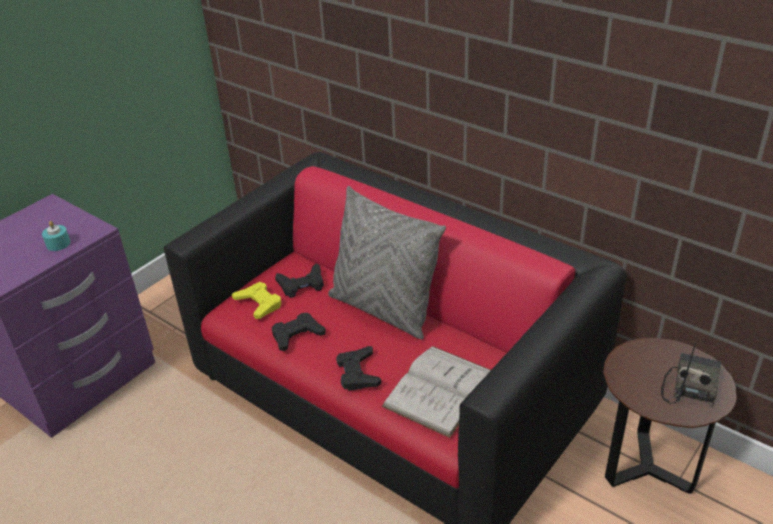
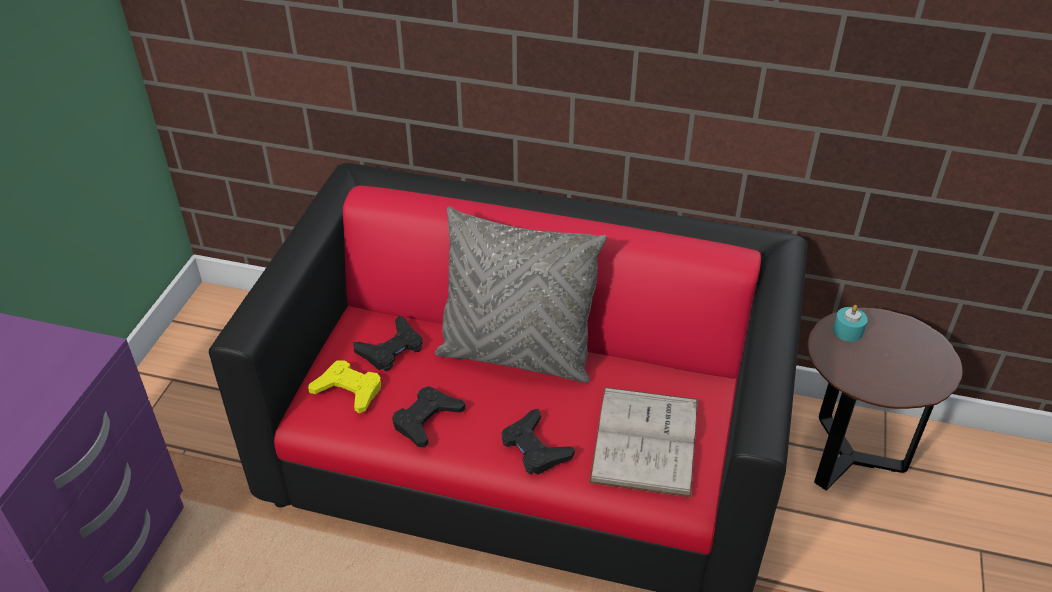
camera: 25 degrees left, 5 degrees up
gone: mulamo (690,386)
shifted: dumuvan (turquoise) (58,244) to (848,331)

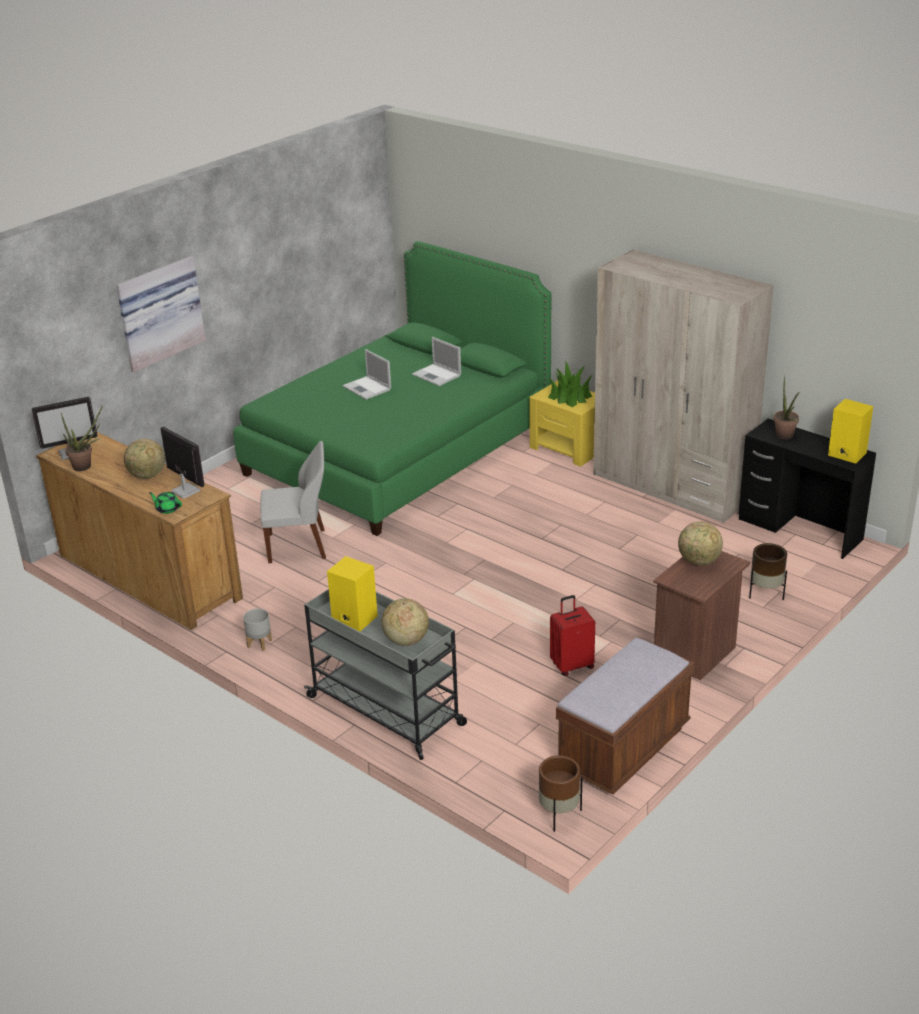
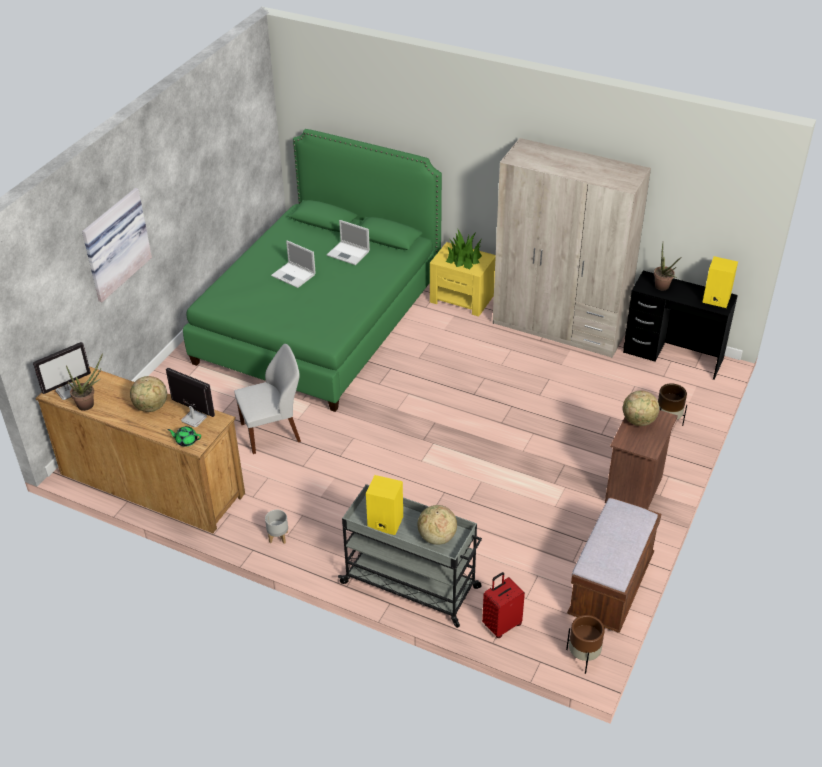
camera: 15 degrees left, 10 degrees up
shifted: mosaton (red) (572,665) to (501,624)

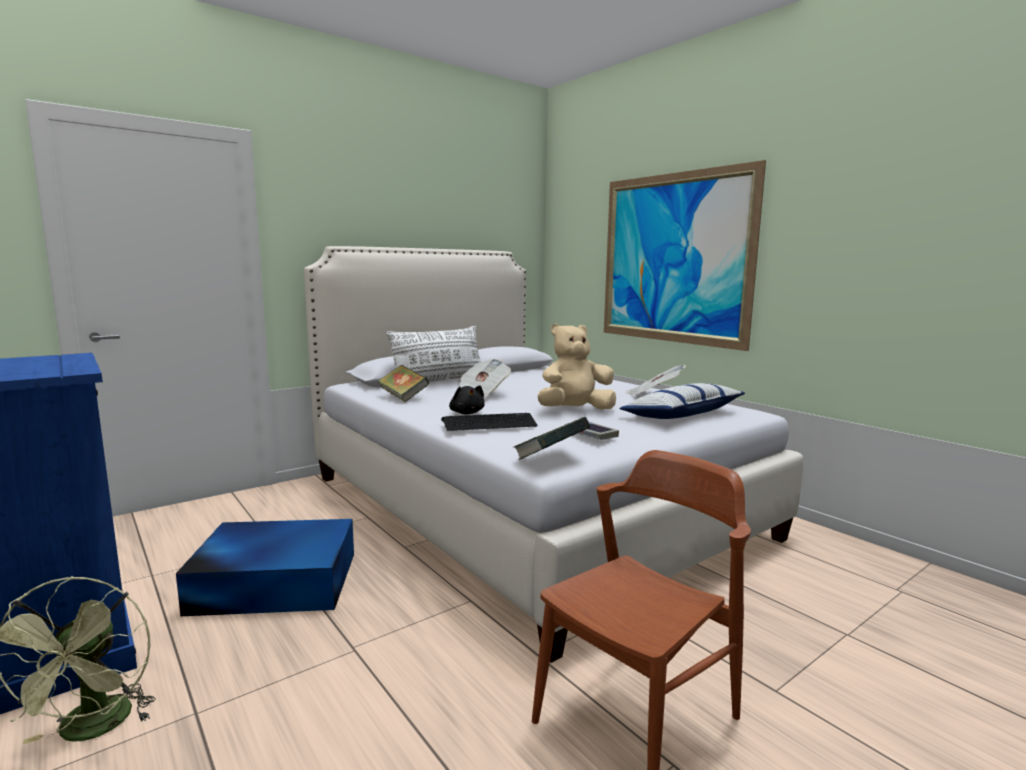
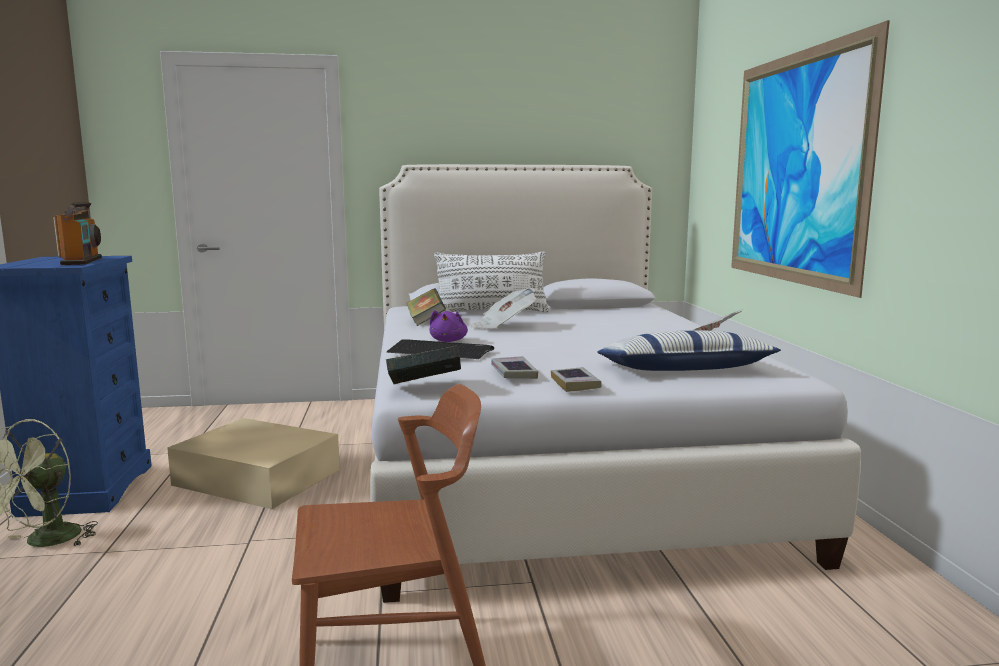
camera: 30 degrees right, 0 degrees up
gone: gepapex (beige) (574,410)
new: mulamo (82,261); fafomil (575,384)
repainted: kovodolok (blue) (273,582) to kovodolok (beige) (256,477); gepapex (black) (467,413) to gepapex (purple) (448,341)

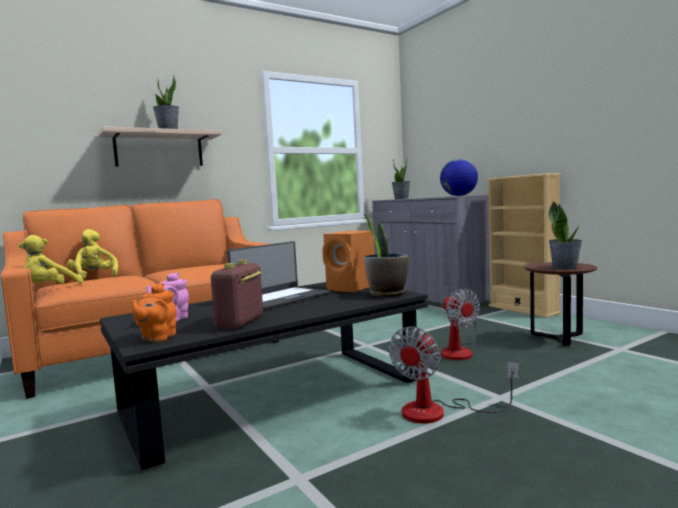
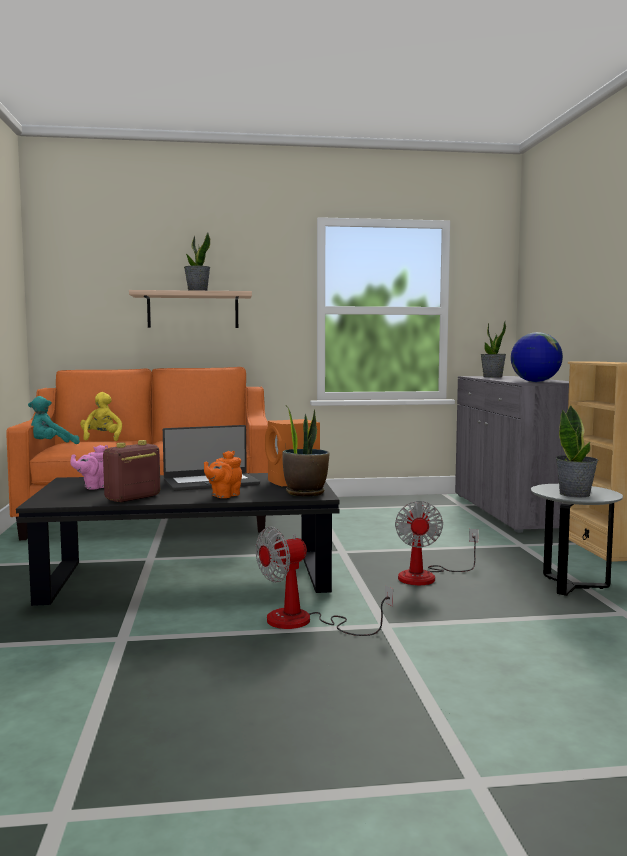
camera: 25 degrees right, 0 degrees up
shifted: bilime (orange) (157,338) to (224,495)
repainted: gepapex (yellow) (49,288) to gepapex (turquoise) (51,445); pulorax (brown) (559,338) to pulorax (grey) (571,586)

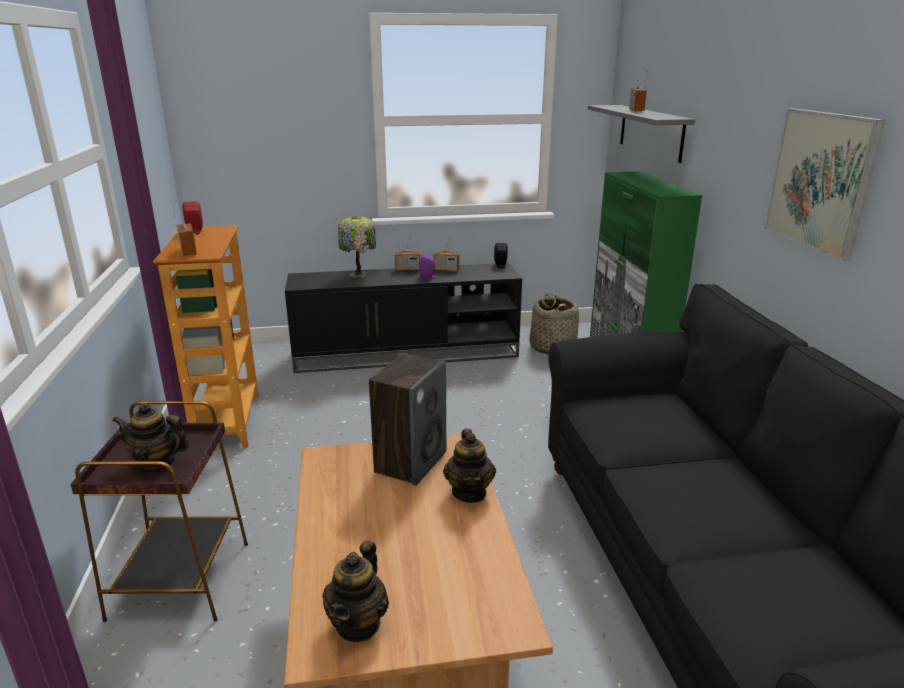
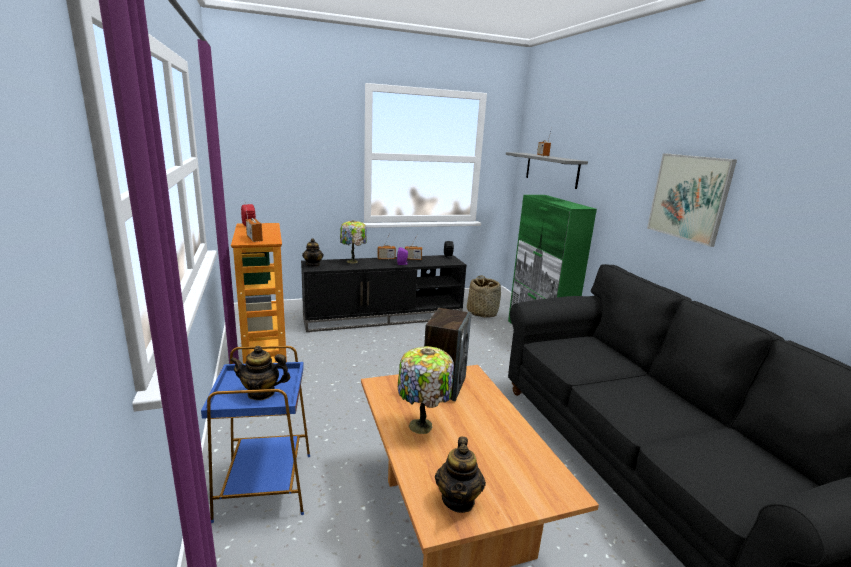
camera: 10 degrees left, 5 degrees down
new: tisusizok (422,427)
shifted: bilime (469,492) to (313,264)
repainted: pulorax (brown) (179,581) to pulorax (blue) (264,487)

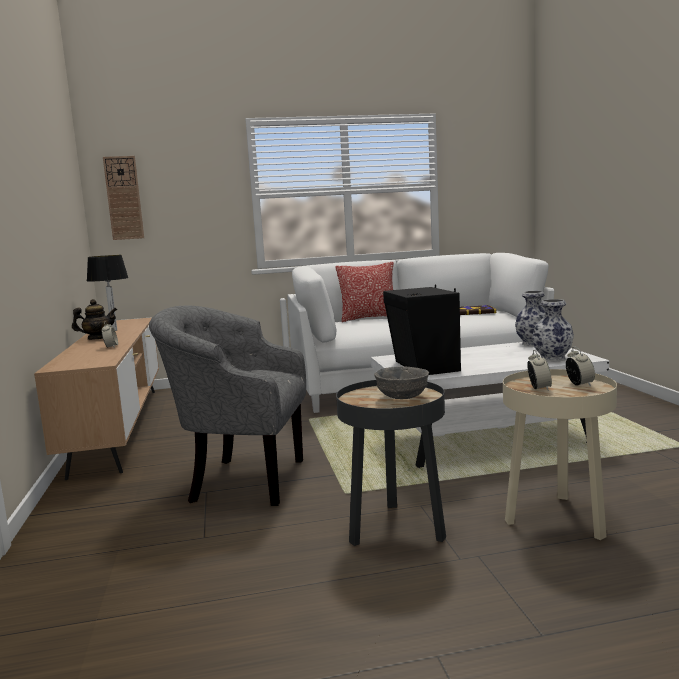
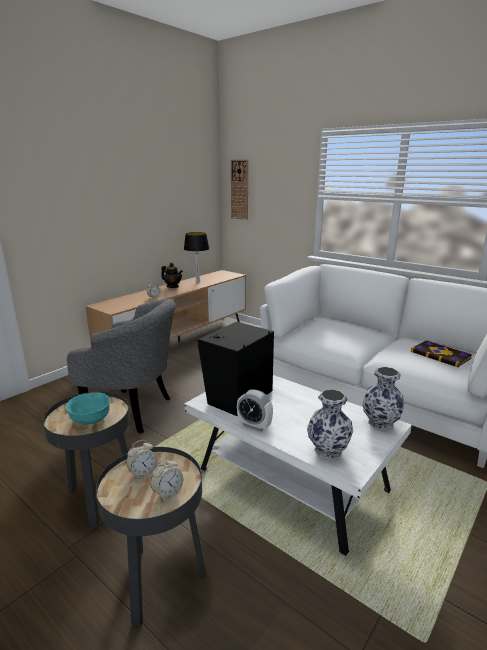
camera: 50 degrees right, 10 degrees up
gone: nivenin (369,318)
new: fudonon (254,425)
repainted: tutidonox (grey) (401,397) to tutidonox (turquoise) (90,419); pulorax (beige) (556,518) to pulorax (black) (159,580)
rotated: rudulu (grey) (241,480) = (135,411) 135 degrees clockwise

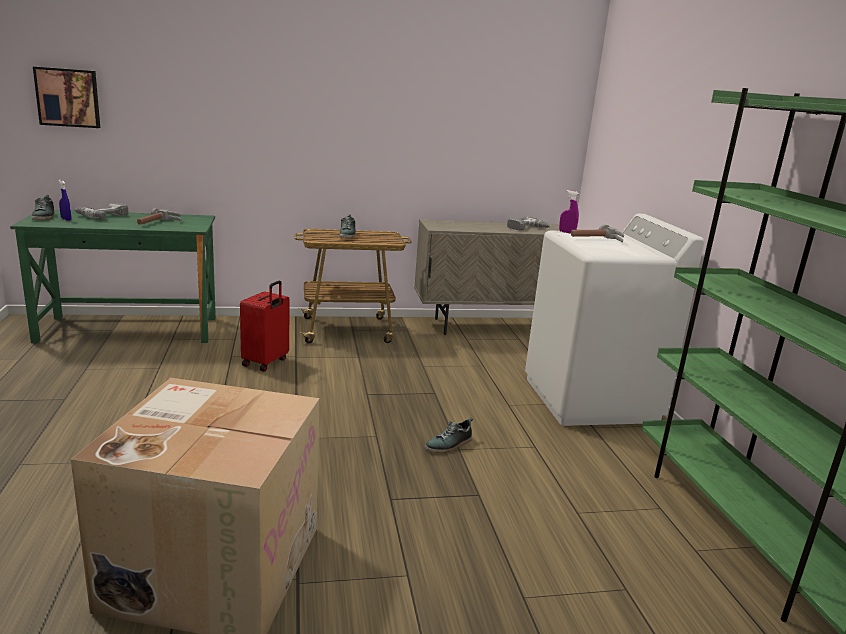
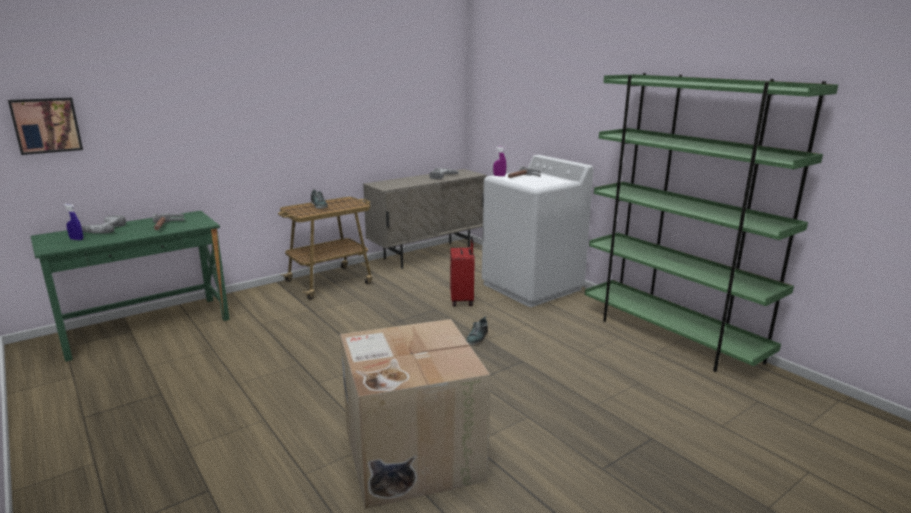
camera: 25 degrees left, 0 degrees up
gone: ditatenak (44,216)
shifted: mosaton (red) (266,362) to (462,300)

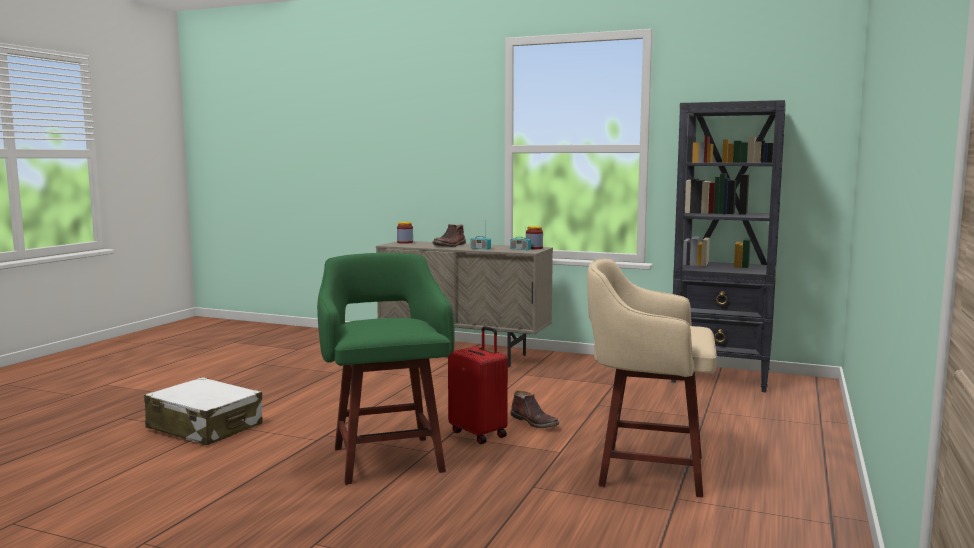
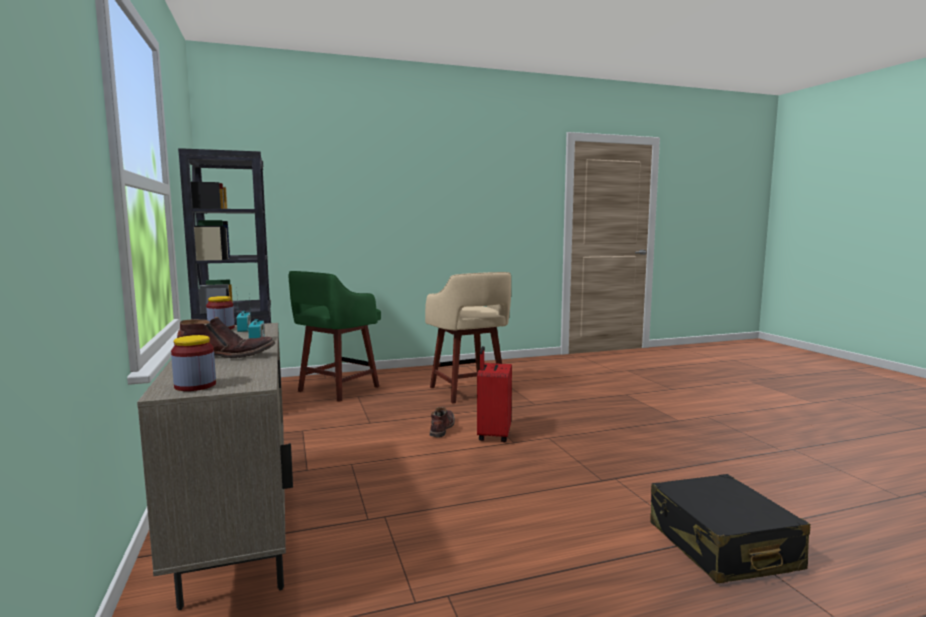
camera: 130 degrees left, 0 degrees up
shifted: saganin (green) (387,457) to (336,390)
repainted: mosaton (white) (205,427) to mosaton (black) (721,546)

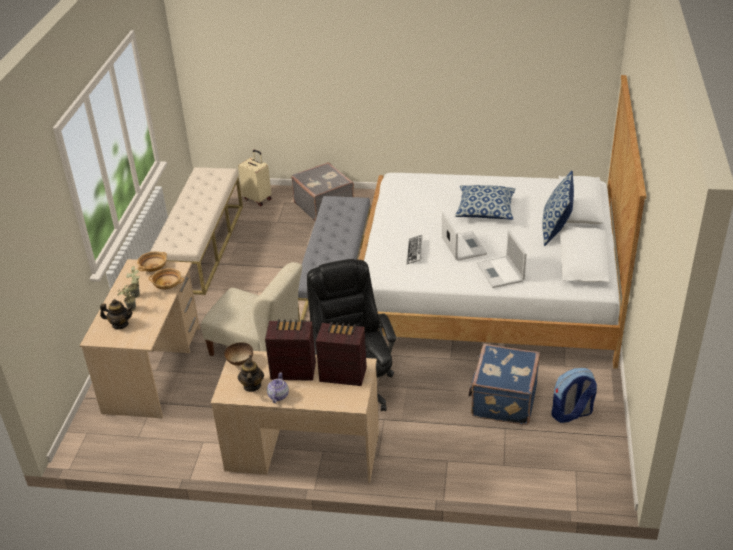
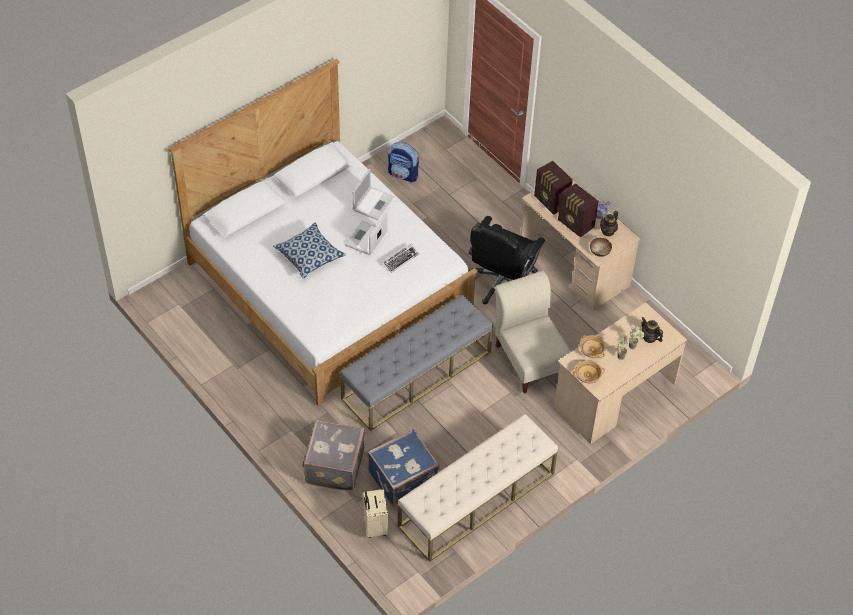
camera: 140 degrees left, 15 degrees up
gone: nivenin (555,230)
shifted: mosaton (blue) (502,400) to (404,479)

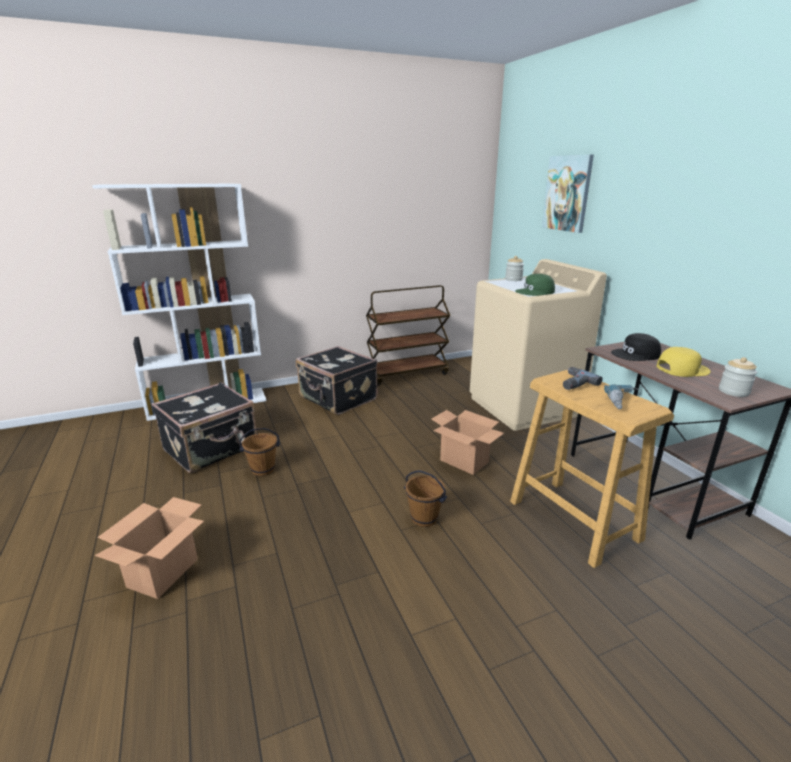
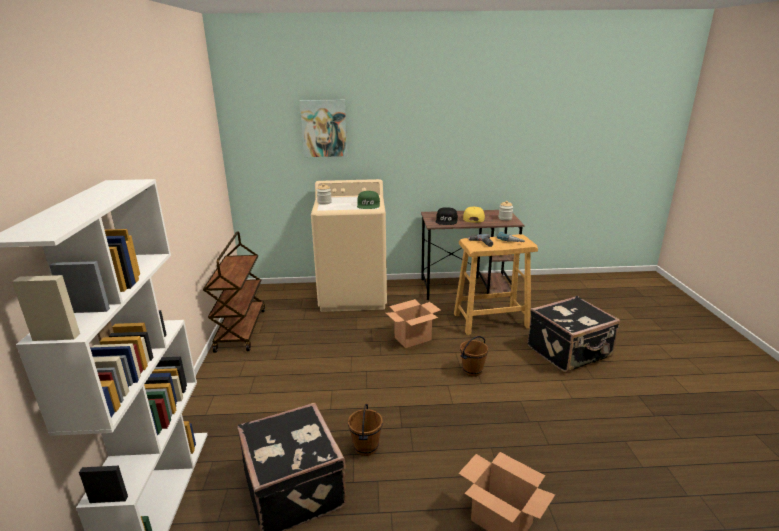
camera: 70 degrees left, 0 degrees up
shifted: mosaton (black) (337,399) to (570,352)

